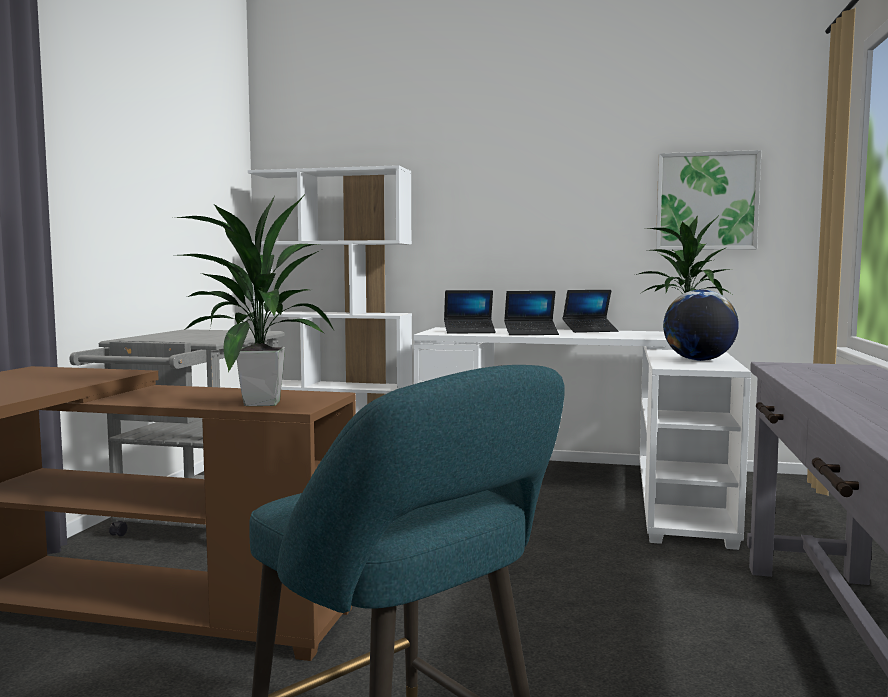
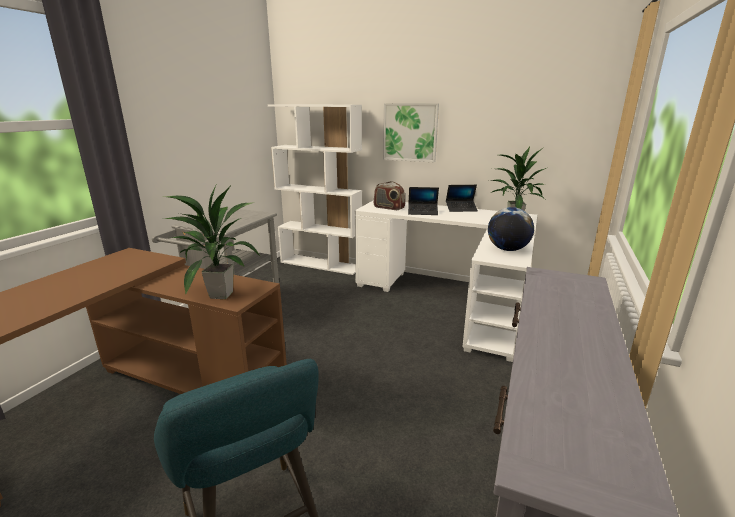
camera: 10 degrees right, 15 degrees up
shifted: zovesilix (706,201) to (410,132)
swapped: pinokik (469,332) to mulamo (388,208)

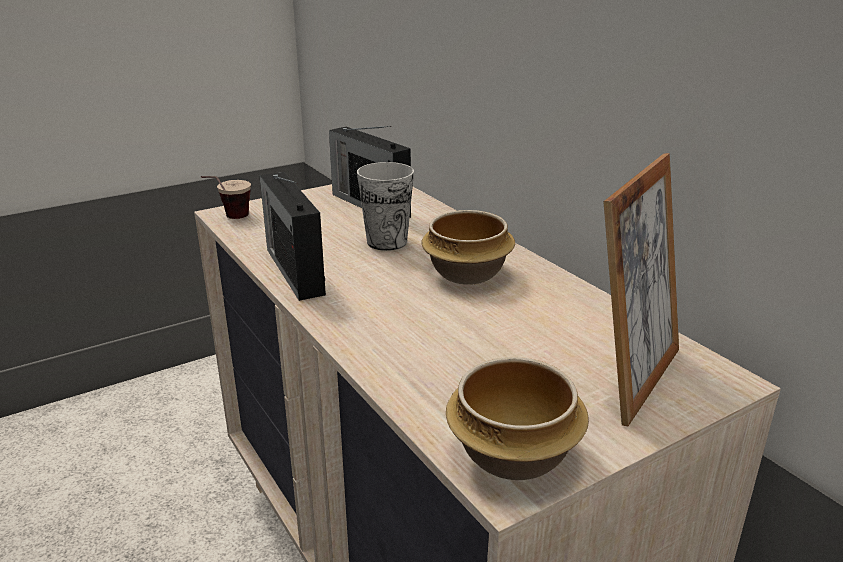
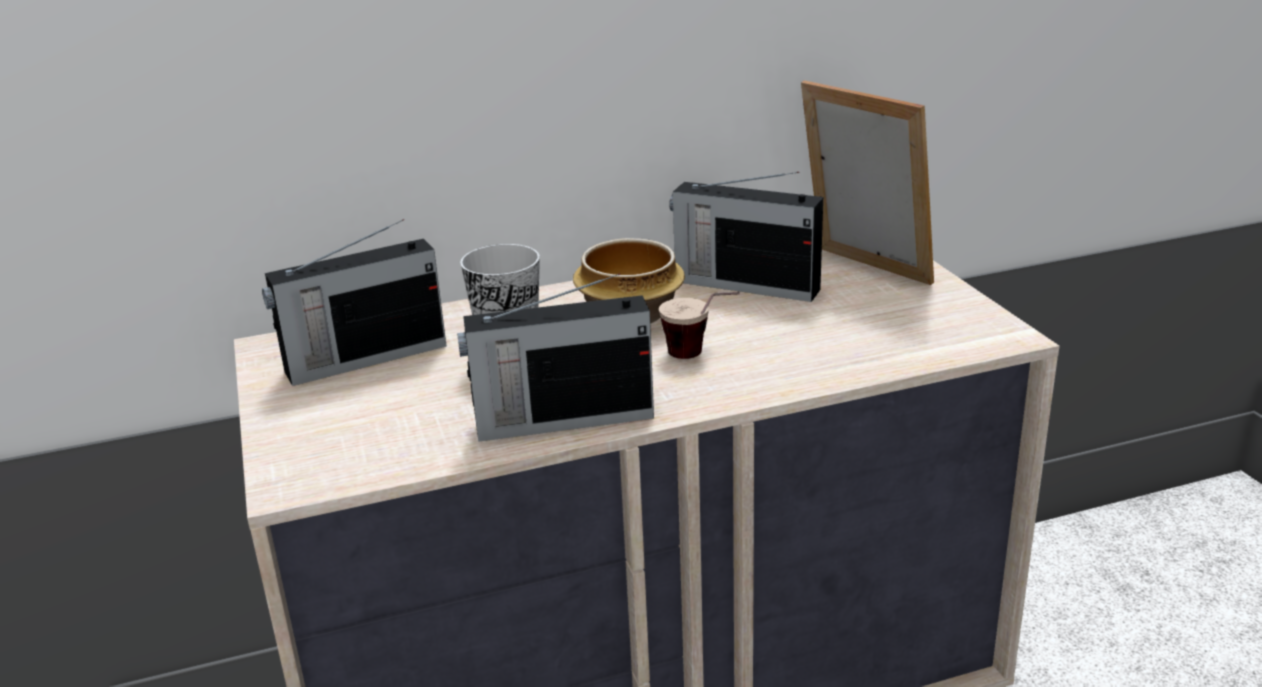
camera: 75 degrees left, 0 degrees up
gone: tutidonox (516,455)
new: mulamo (744,285)
shifted: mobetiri (229,220) to (701,358)

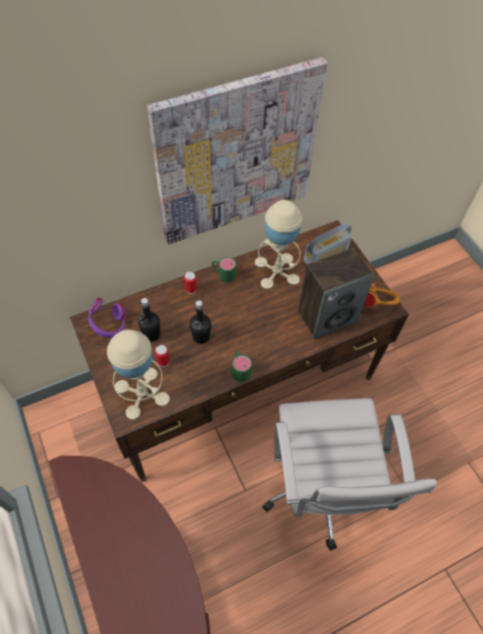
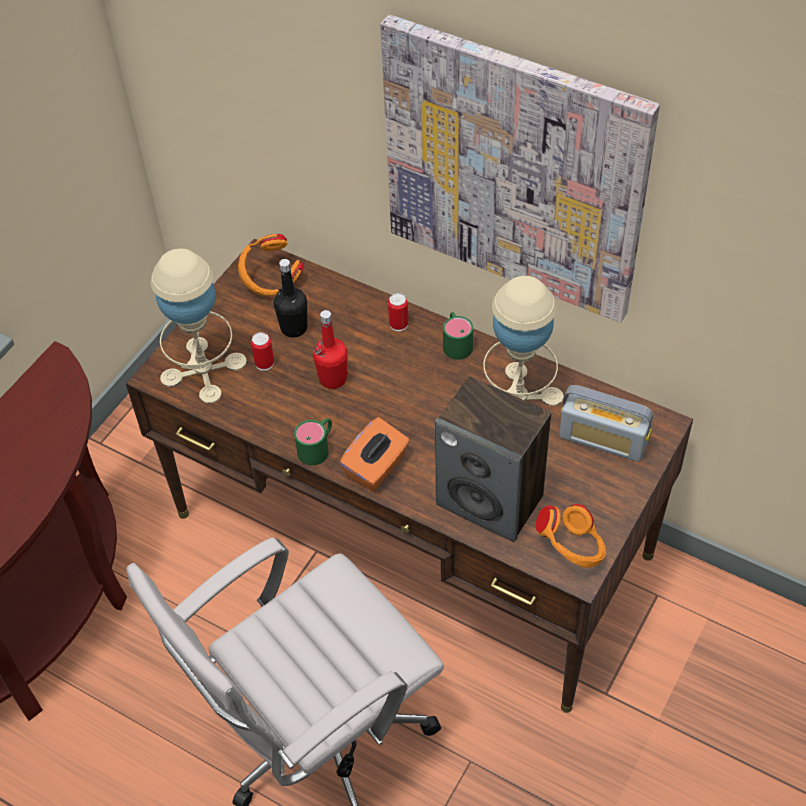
camera: 60 degrees right, 5 degrees down
new: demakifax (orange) (376,467)
repainted: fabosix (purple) (109,326) to fabosix (orange) (271,281); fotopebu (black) (201,337) to fotopebu (red) (333,379)

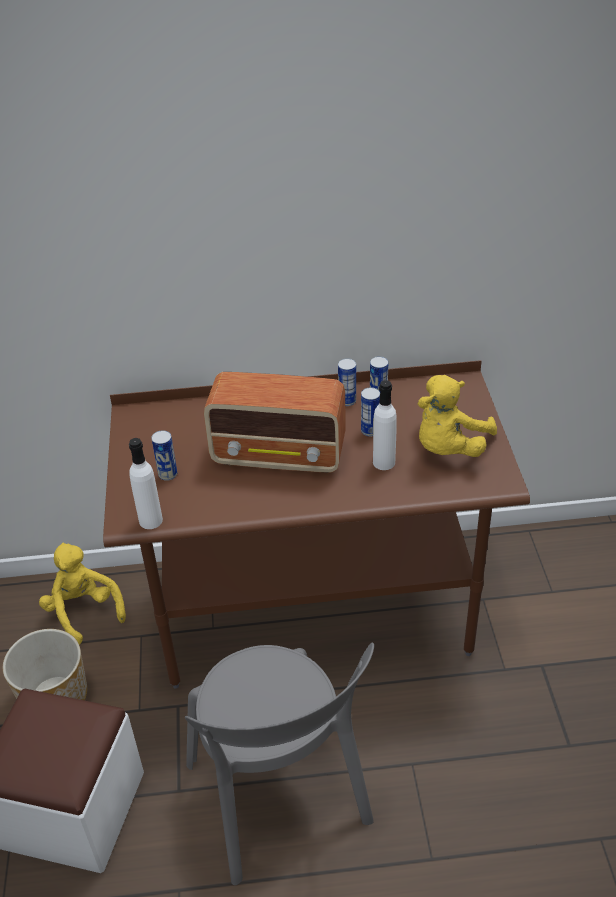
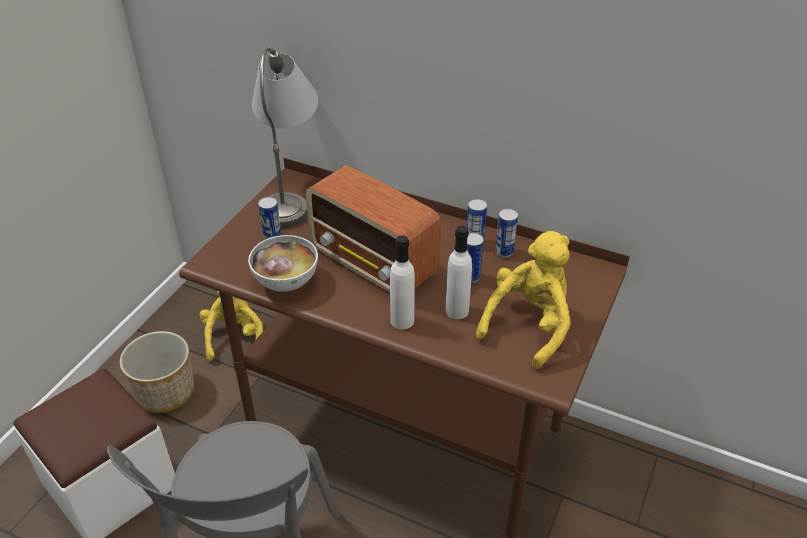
camera: 30 degrees right, 0 degrees up
new: tutidonox (286,282); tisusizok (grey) (290,193)
shifted: fotopebu (white) (150,520) to (402,320)
rotated: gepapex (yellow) (448,448) = (529,325) 150 degrees clockwise

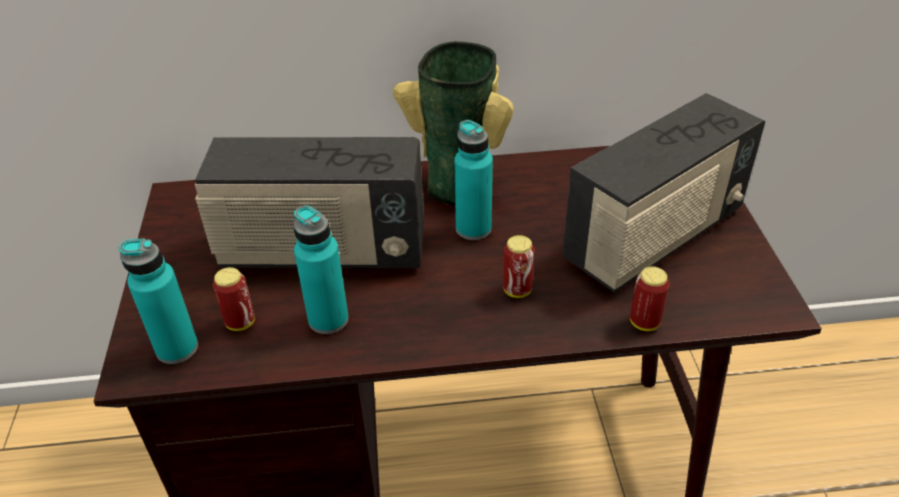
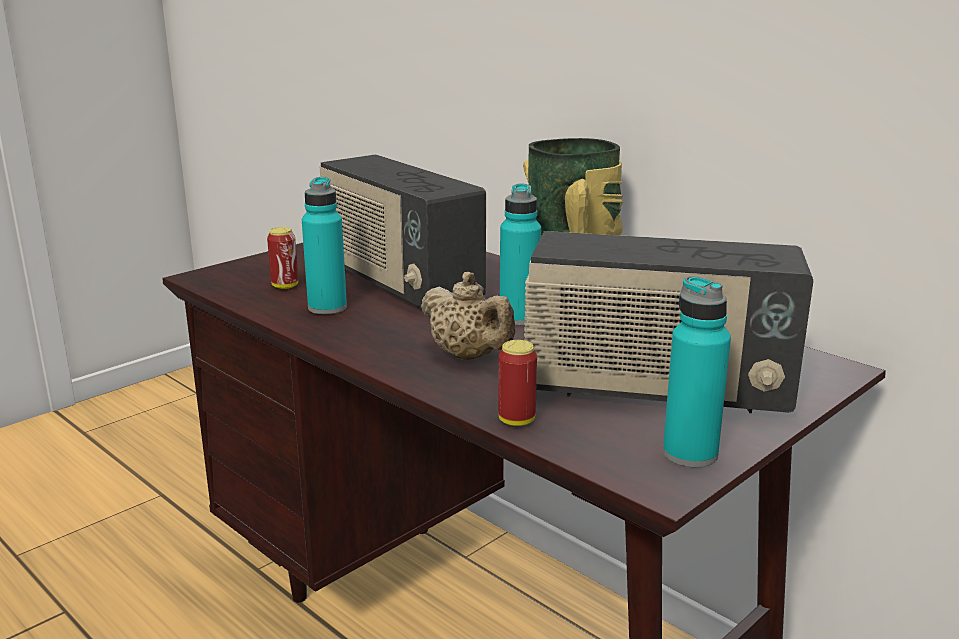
camera: 50 degrees right, 20 degrees down
shifted: fotopebu (turquoise) (177,348) to (690,454)
swapped: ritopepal (517,290) to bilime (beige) (468,356)

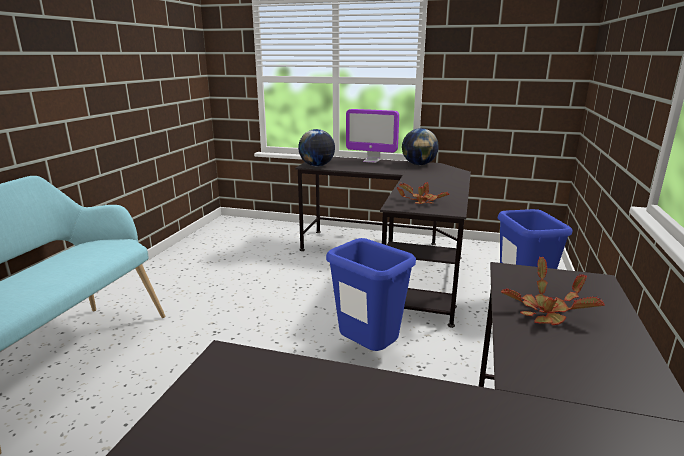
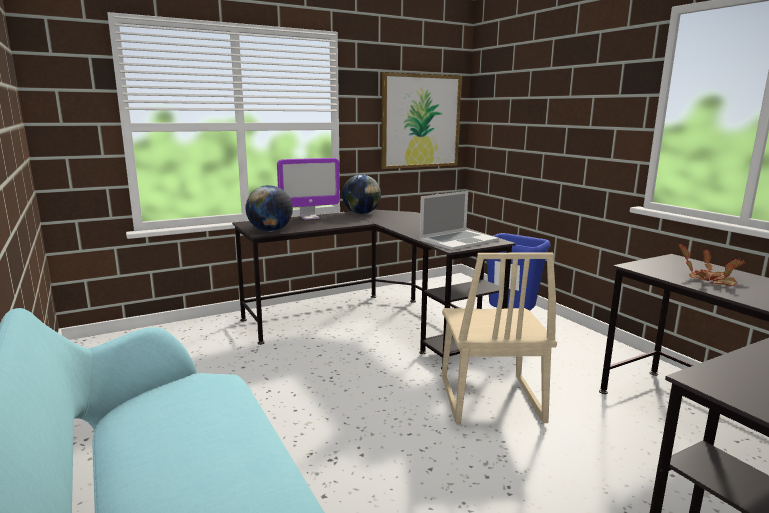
camera: 45 degrees left, 5 degrees down
new: zovesilix (420,121)
swapped: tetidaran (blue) (367,351) to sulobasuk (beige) (489,400); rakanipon (421,202) to pinokik (458,240)

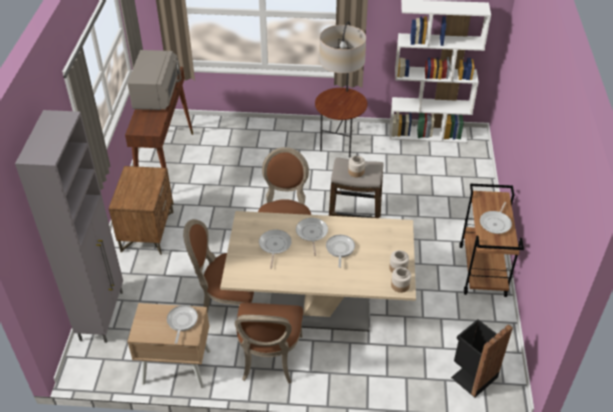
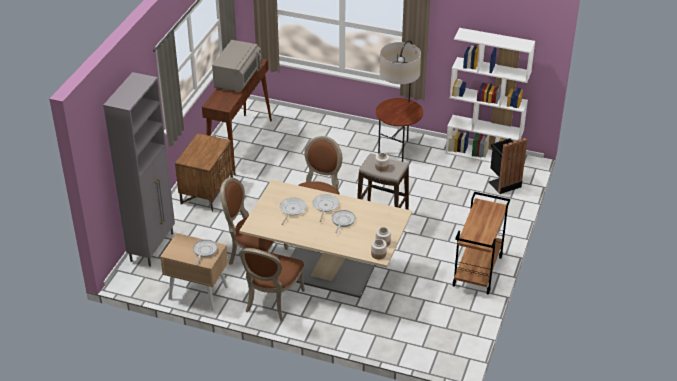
camera: 15 degrees right, 5 degrees down
gone: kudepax (495,223)
shifted: tetidaran (black) (472,376) to (503,183)

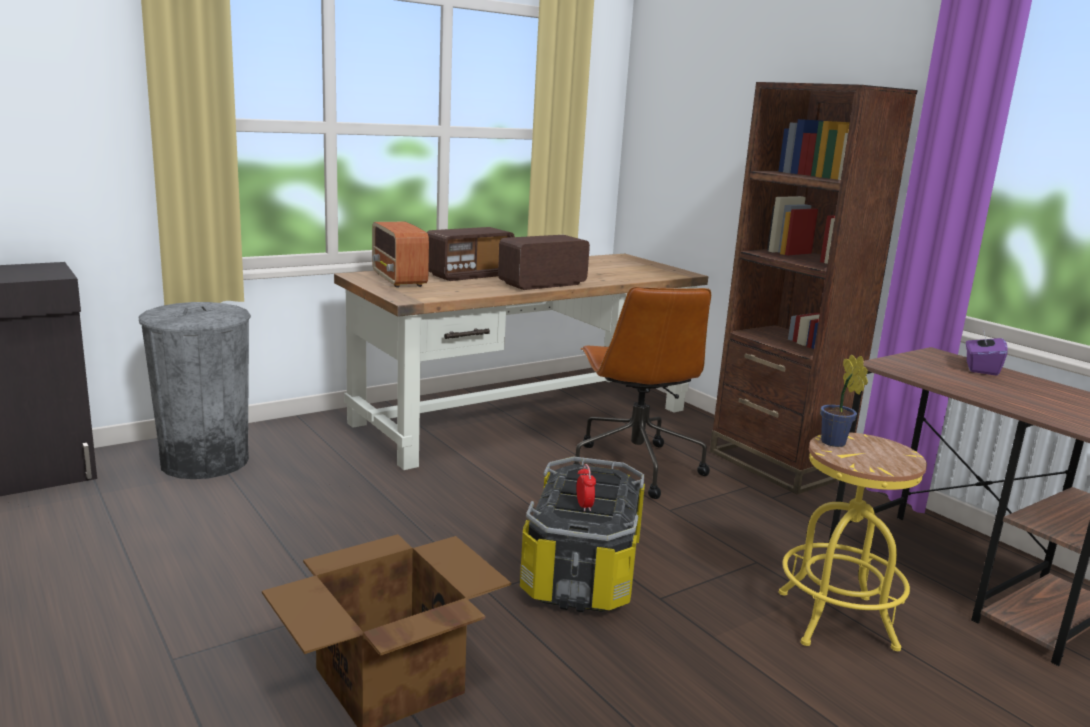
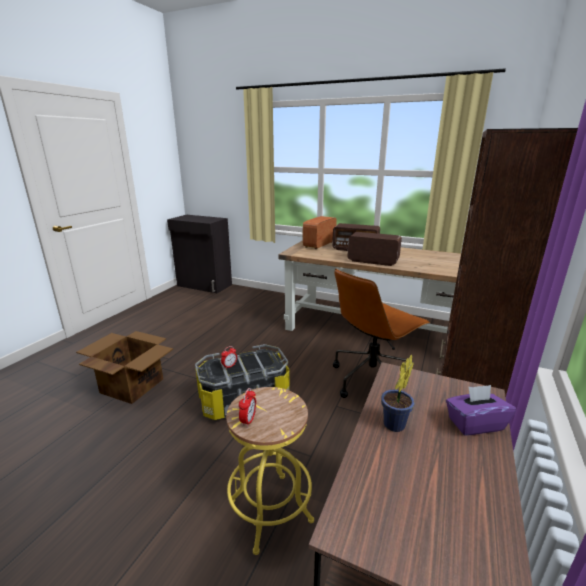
camera: 60 degrees right, 5 degrees up
gone: tetidaran (grey) (205,461)
new: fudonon (248,420)
shifted: rakanipon (835,444) to (392,426)

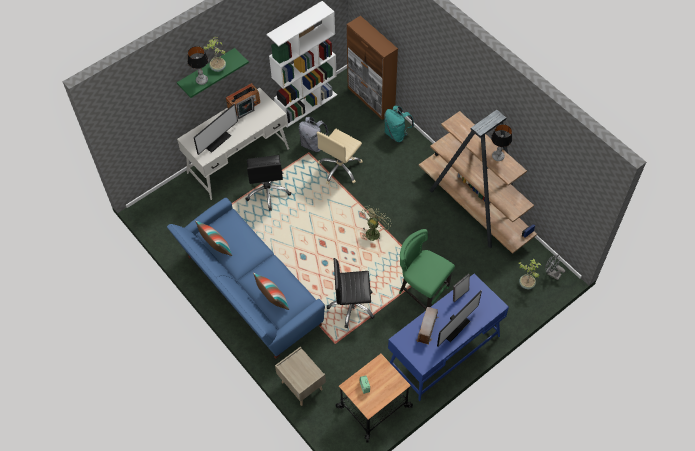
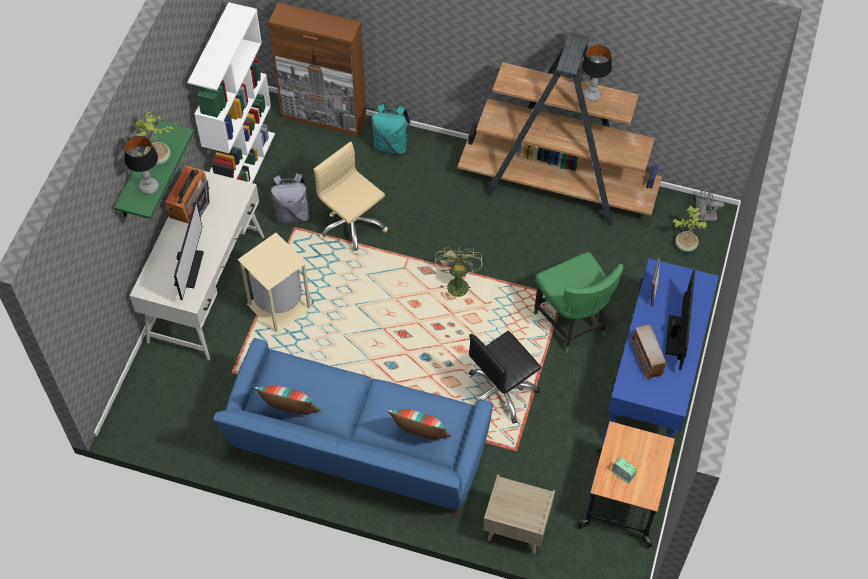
camera: 35 degrees left, 0 degrees up
swapped: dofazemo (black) (268,191) to tetidaran (beige) (279,307)
rotated: dofazemo (beige) (340,168) = (352,226) 135 degrees clockwise; sulobasuk (green) (422,291) = (572,324) 120 degrees counterclockwise

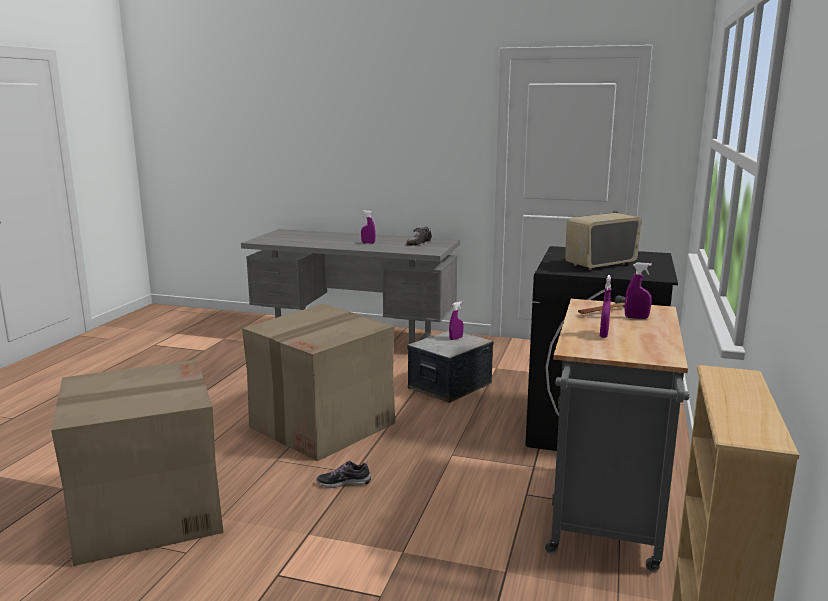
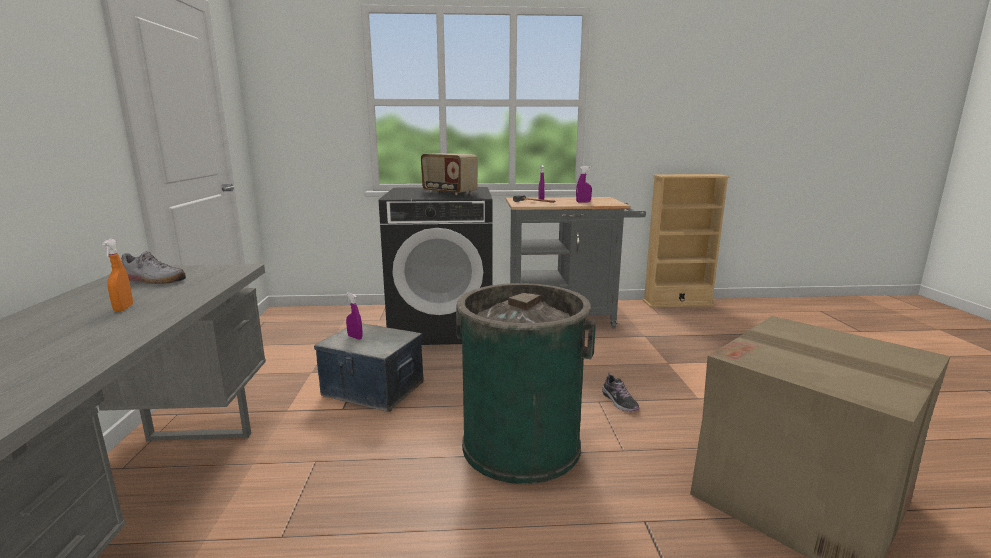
camera: 110 degrees left, 0 degrees up
swapped: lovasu (323,424) to tetidaran (green) (521,445)
repainted: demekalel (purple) (368,243) to demekalel (orange) (124,308)

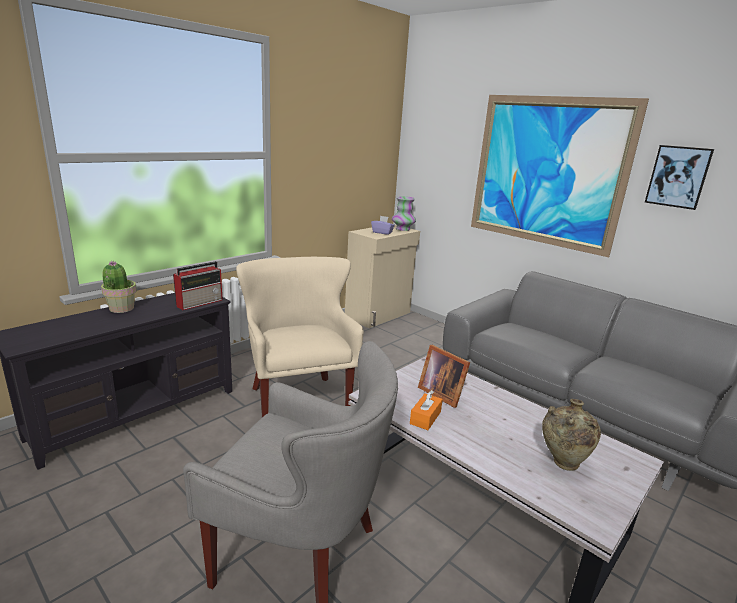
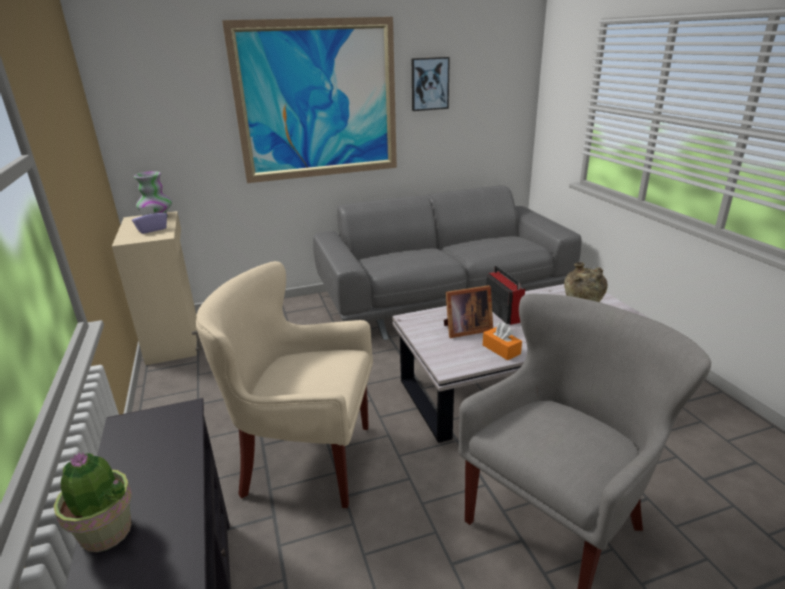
camera: 60 degrees left, 5 degrees up
shifted: mulamo (200,302) to (502,312)

